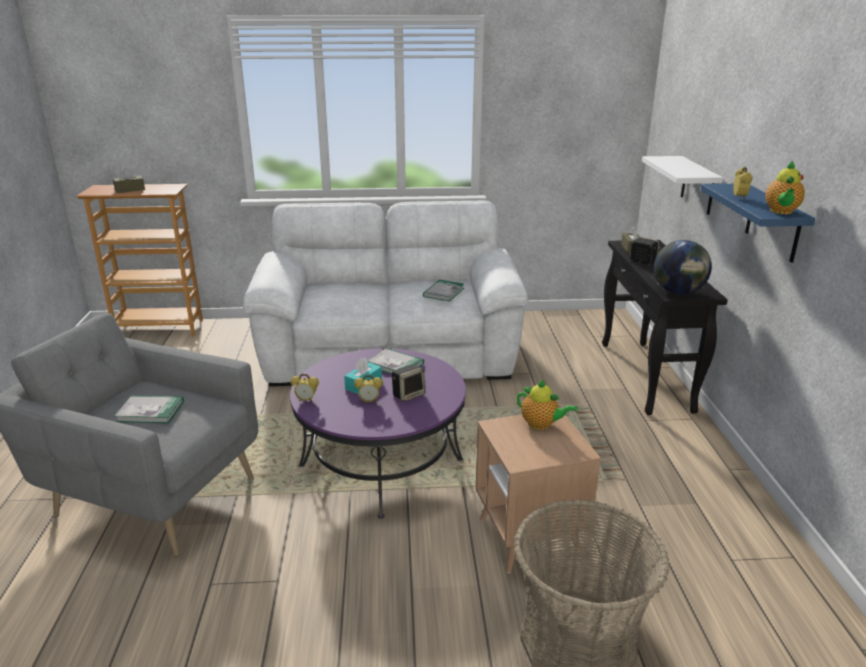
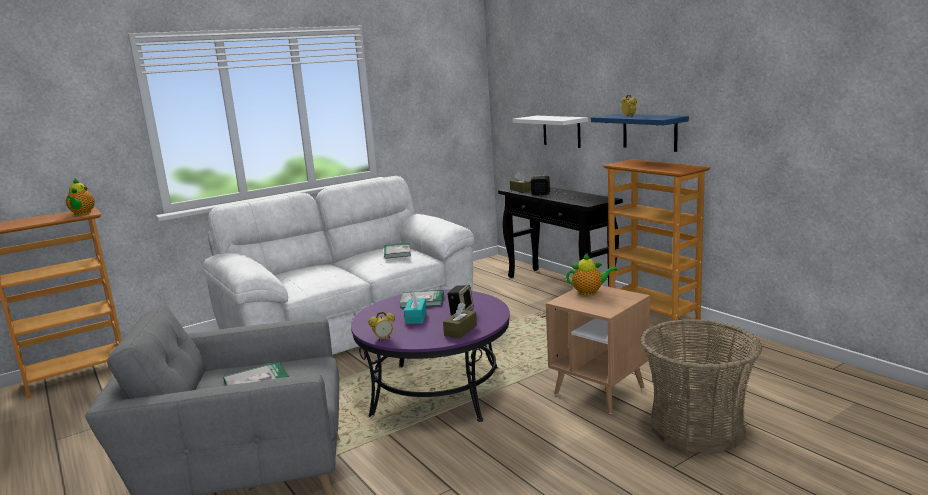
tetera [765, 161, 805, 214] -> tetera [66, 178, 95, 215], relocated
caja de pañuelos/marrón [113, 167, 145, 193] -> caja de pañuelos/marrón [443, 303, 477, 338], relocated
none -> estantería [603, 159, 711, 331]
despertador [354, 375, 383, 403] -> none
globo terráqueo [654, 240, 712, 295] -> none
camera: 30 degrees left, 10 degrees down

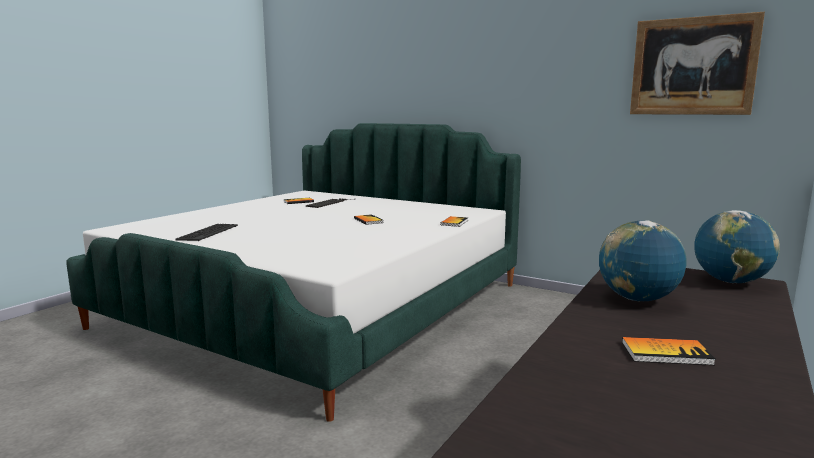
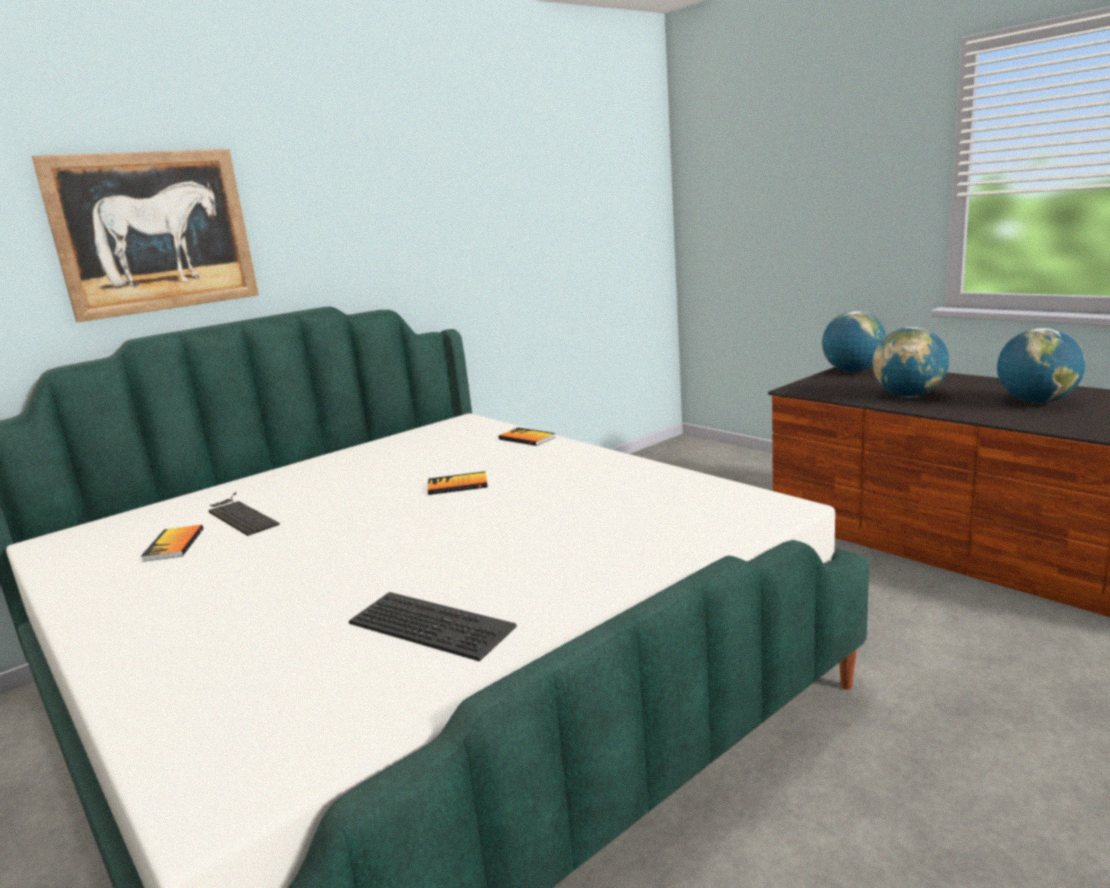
cuadro [630, 12, 765, 115] -> cuadro [31, 149, 259, 322], relocated
libro [622, 337, 716, 365] -> globo terráqueo [997, 328, 1085, 404]
camera: 70 degrees left, 5 degrees up

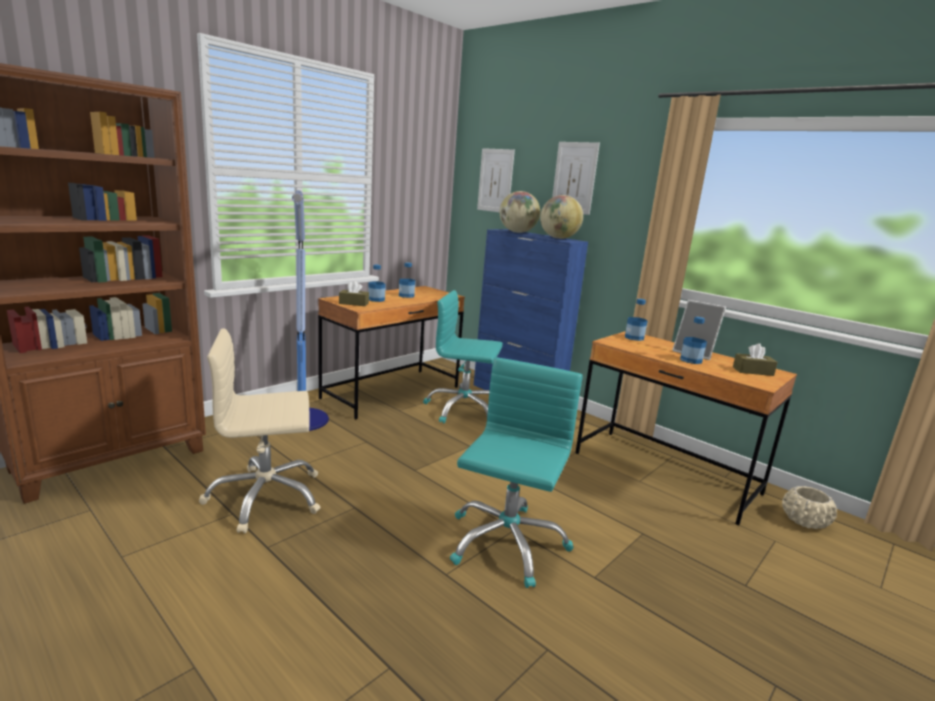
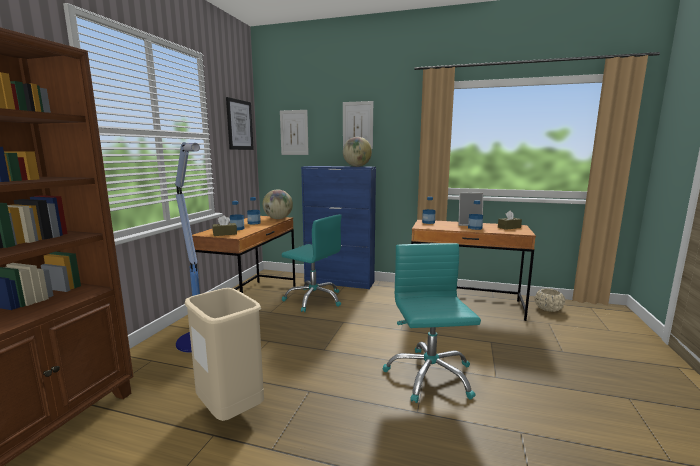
silla de oficina/beis [199, 328, 321, 533] -> papelera/beis [185, 288, 264, 421]
none -> cuadro [226, 97, 254, 150]
globo terráqueo [500, 191, 540, 233] -> globo terráqueo [263, 189, 293, 219], relocated
silla de oficina/turquesa [423, 290, 503, 423] -> silla de oficina/turquesa [282, 214, 341, 312], 135 degrees counterclockwise
camera: 25 degrees left, 5 degrees down

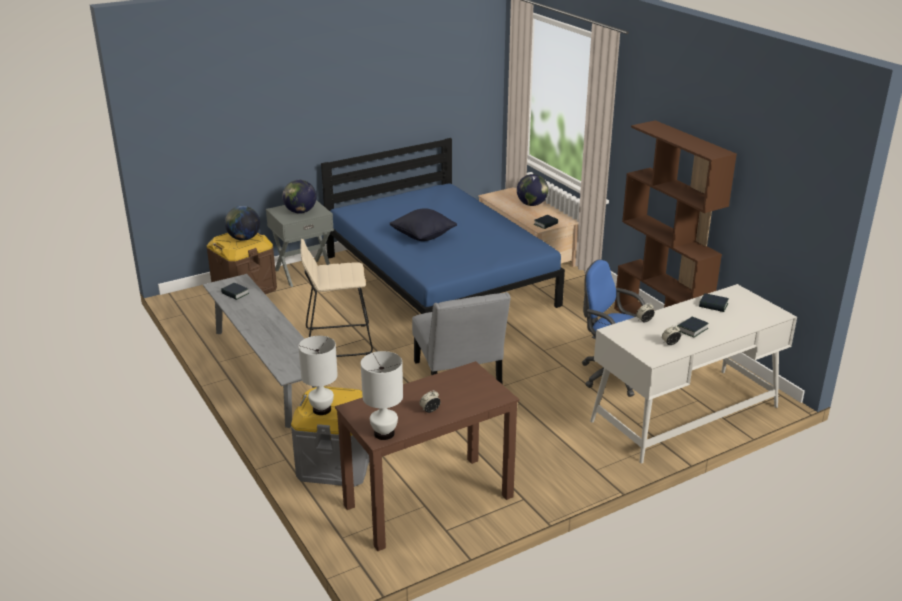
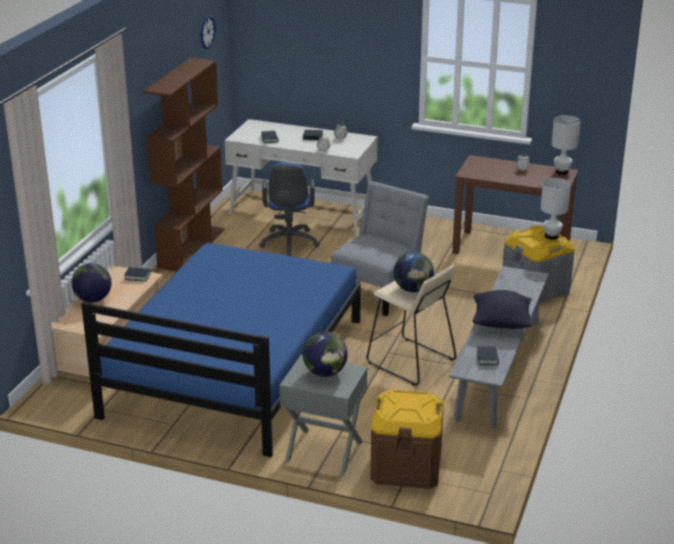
none -> reloj de pared [201, 16, 216, 49]
globo terráqueo [225, 206, 260, 241] -> globo terráqueo [394, 252, 434, 292], relocated
cojín/negro [390, 208, 457, 241] -> cojín/negro [473, 290, 532, 329], relocated
camera: 130 degrees left, 0 degrees up

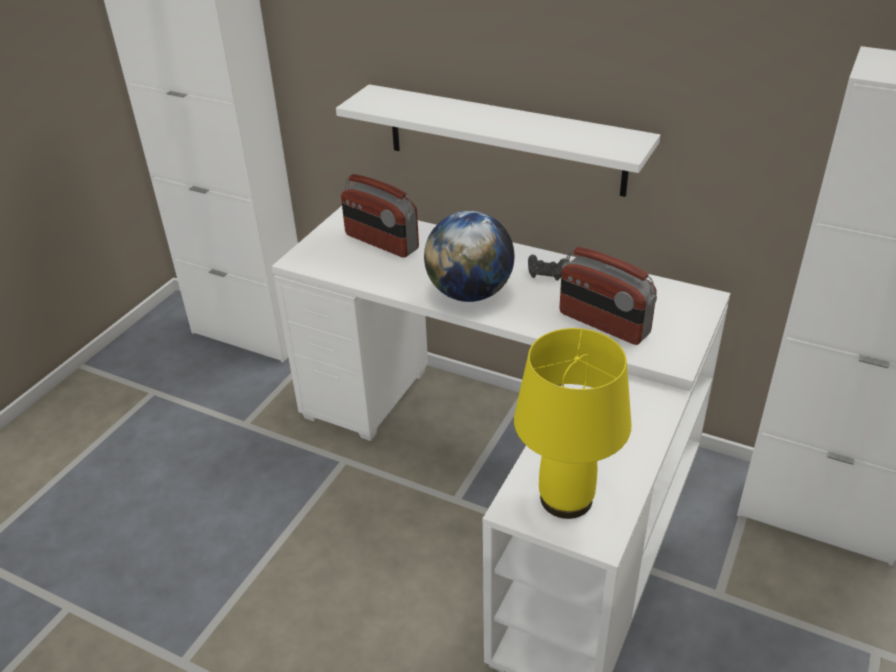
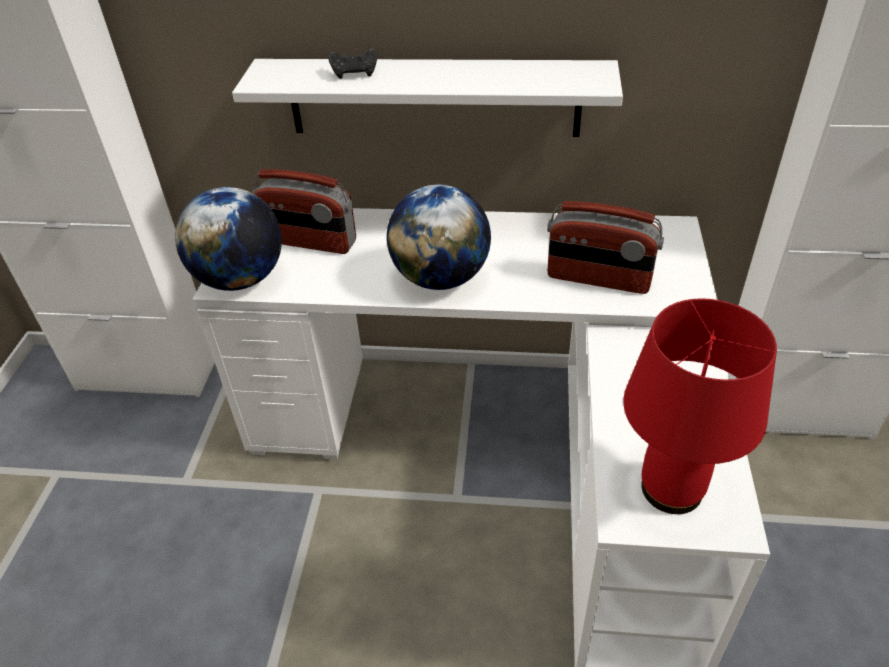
none -> globo terráqueo [175, 187, 282, 291]
mando de consola/negro [528, 254, 568, 281] -> mando de consola/negro [328, 49, 378, 79], relocated
lámpara de mesa/amarillo [514, 328, 631, 519] -> lámpara de mesa/rojo [623, 298, 777, 514]
camera: 20 degrees left, 5 degrees up

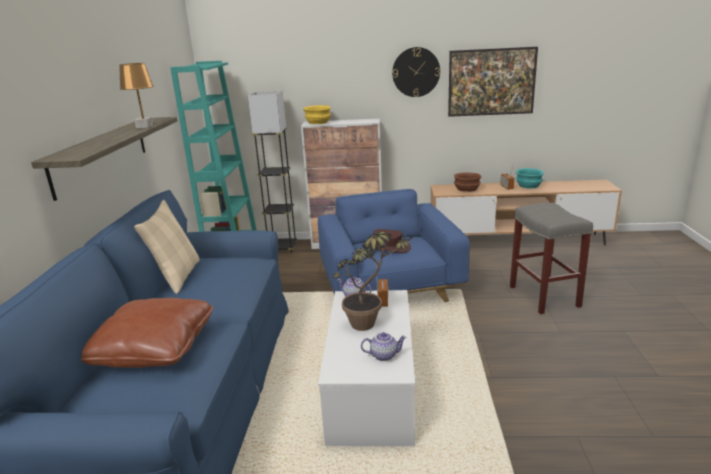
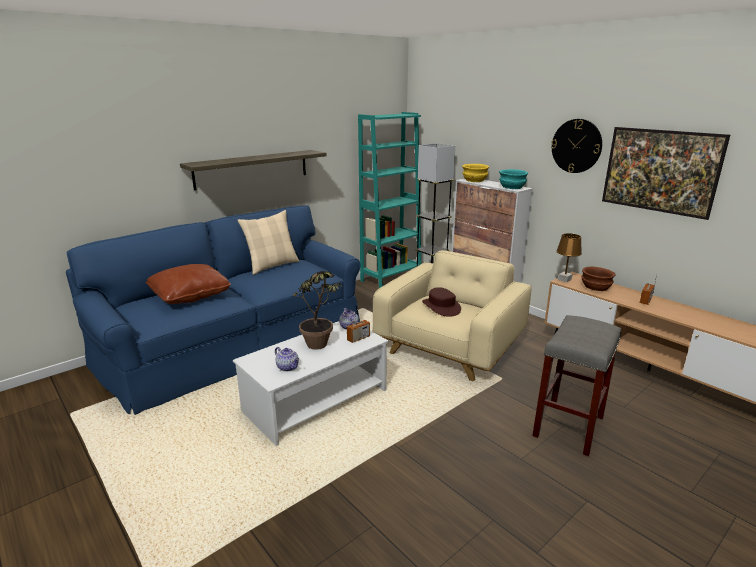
sillón/azul [318, 189, 470, 302] -> sillón/beis [372, 250, 532, 382]
cuenco/turquesa [516, 168, 544, 189] -> cuenco/turquesa [499, 169, 528, 189], relocated
lámpara de mesa/marrón [119, 63, 154, 128] -> lámpara de mesa/marrón [556, 233, 582, 282], relocated
camera: 45 degrees right, 0 degrees up

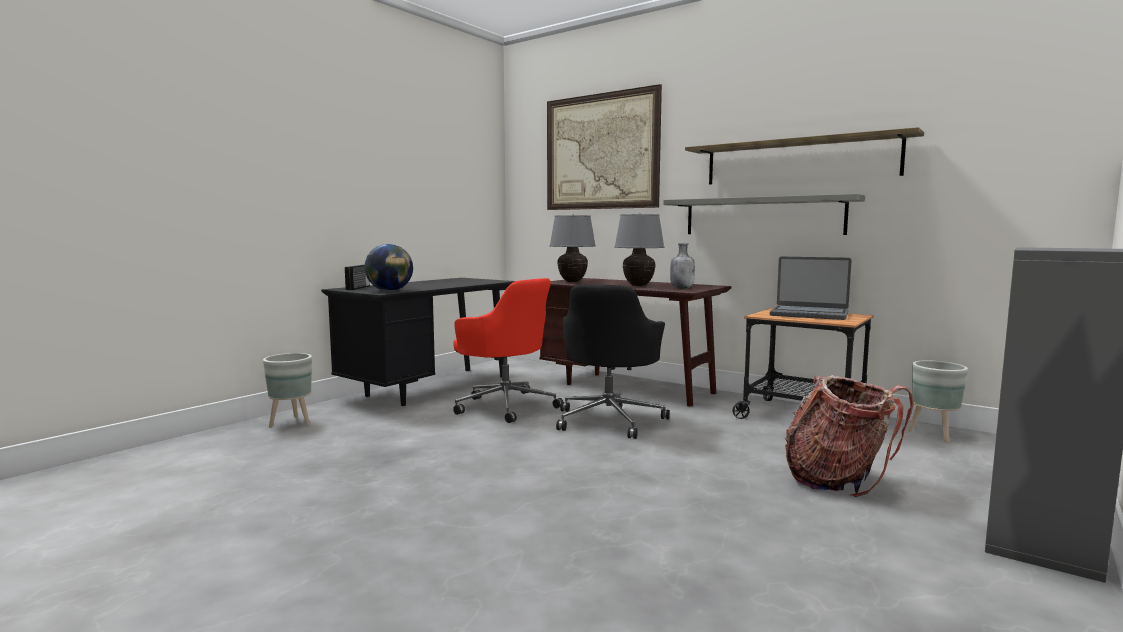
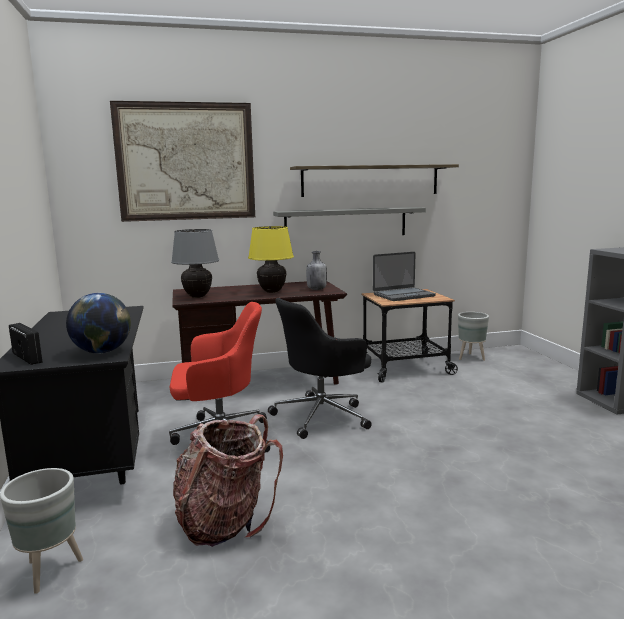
mochila [785, 375, 914, 497] -> mochila [173, 414, 283, 547], relocated
lámpara de mesa/gris [614, 213, 665, 286] -> lámpara de mesa/amarillo [248, 226, 294, 293]
silla de oficina/negro [556, 284, 670, 439] -> silla de oficina/negro [268, 298, 371, 439], 90 degrees clockwise
camera: 50 degrees left, 5 degrees up

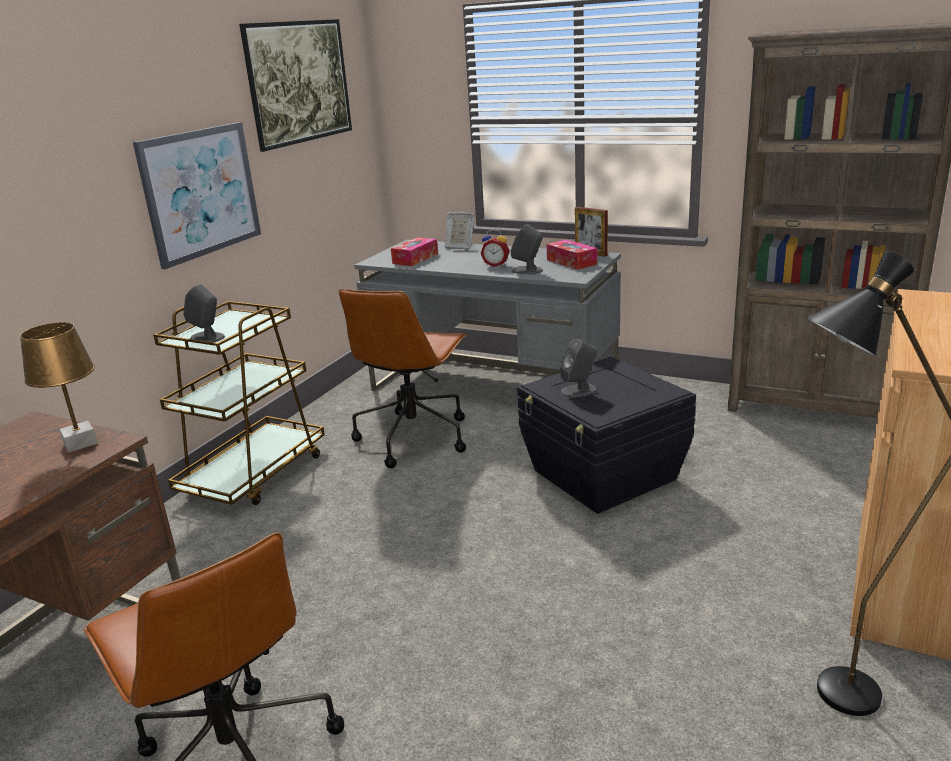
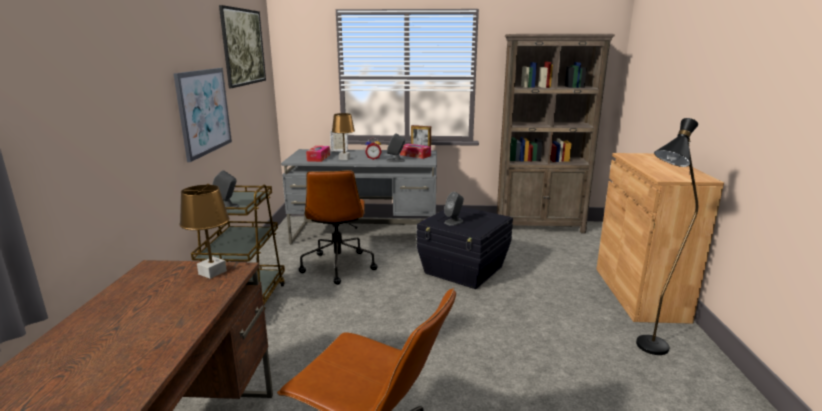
none -> lámpara de mesa/marrón [332, 113, 355, 160]
camera: 25 degrees left, 5 degrees down

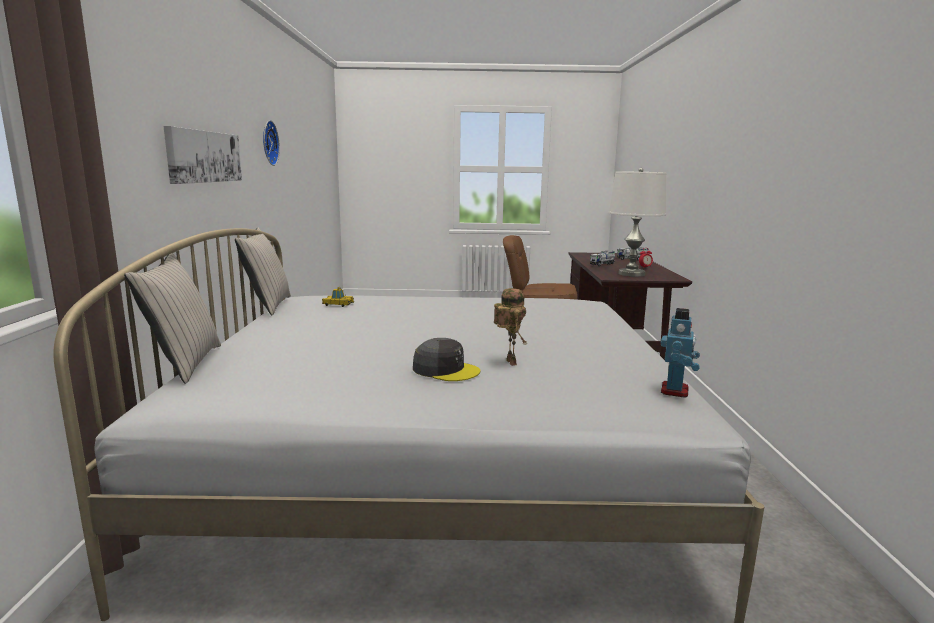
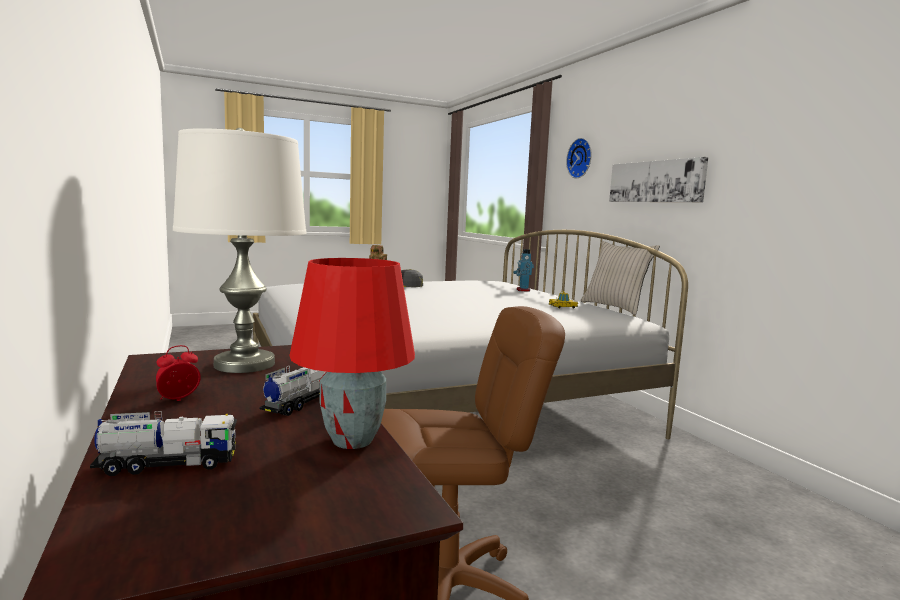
none -> lámpara de mesa/rojo [289, 258, 415, 449]
robot de juguete [661, 308, 700, 397] -> robot de juguete [513, 249, 534, 292], relocated
reloj de pared [263, 120, 280, 166] -> reloj de pared [566, 138, 592, 178], relocated
cojín/beis [124, 253, 221, 384] -> none
camera: 155 degrees right, 5 degrees down

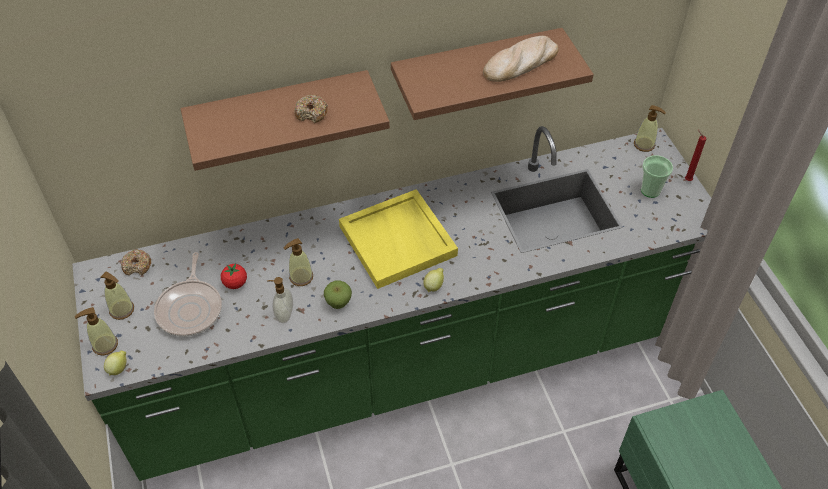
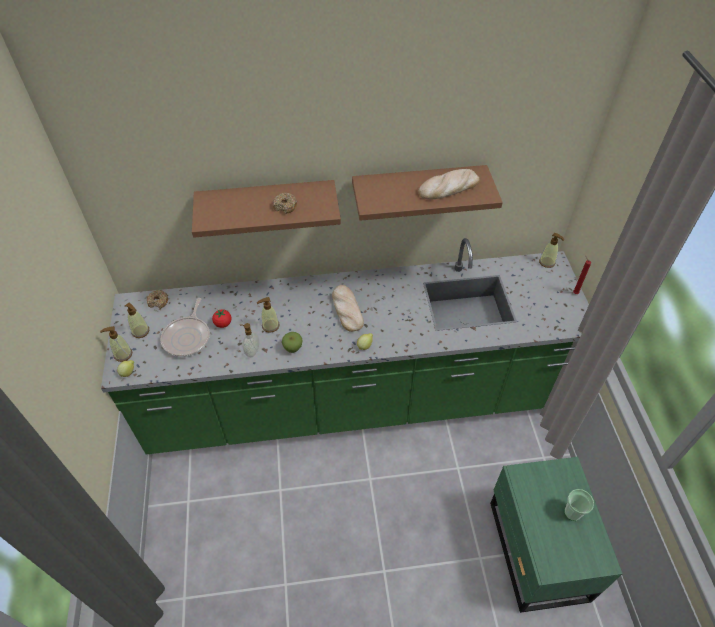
bandeja/amarillo [339, 189, 458, 289] -> pan [332, 285, 364, 332]
taza [641, 155, 673, 198] -> taza [564, 489, 594, 521], relocated
camera: 10 degrees right, 0 degrees up

